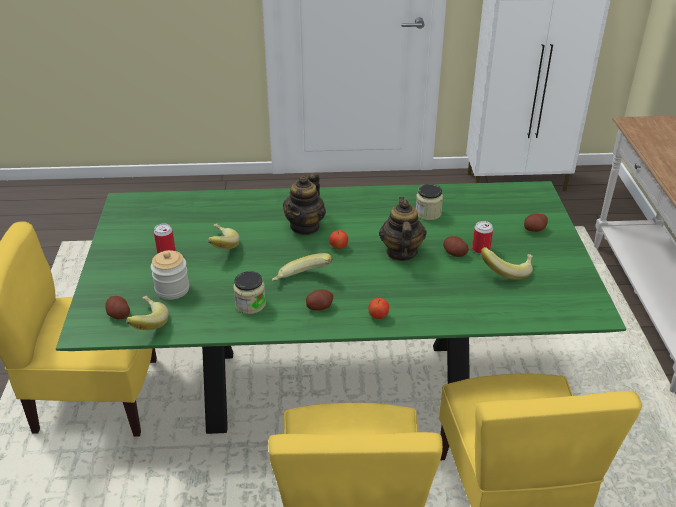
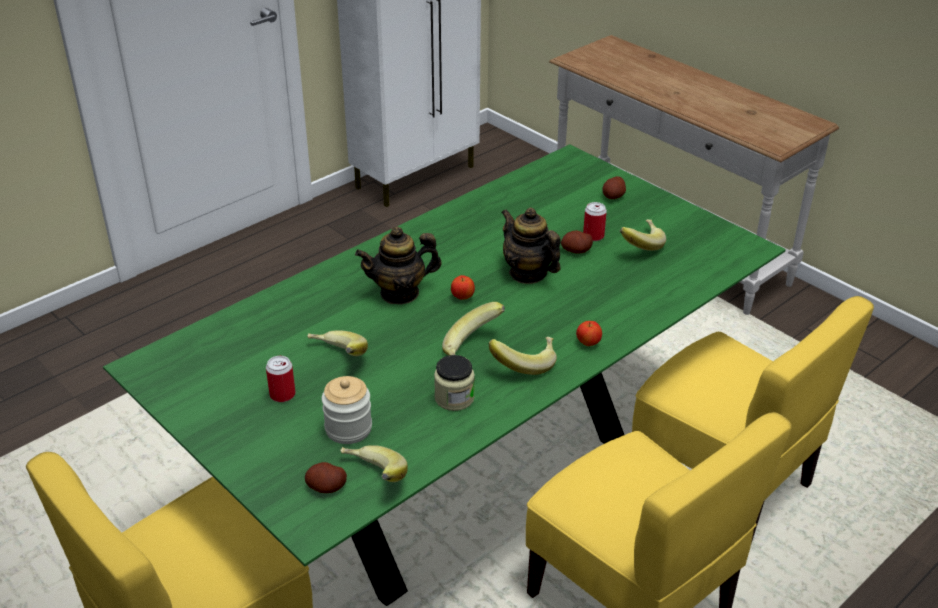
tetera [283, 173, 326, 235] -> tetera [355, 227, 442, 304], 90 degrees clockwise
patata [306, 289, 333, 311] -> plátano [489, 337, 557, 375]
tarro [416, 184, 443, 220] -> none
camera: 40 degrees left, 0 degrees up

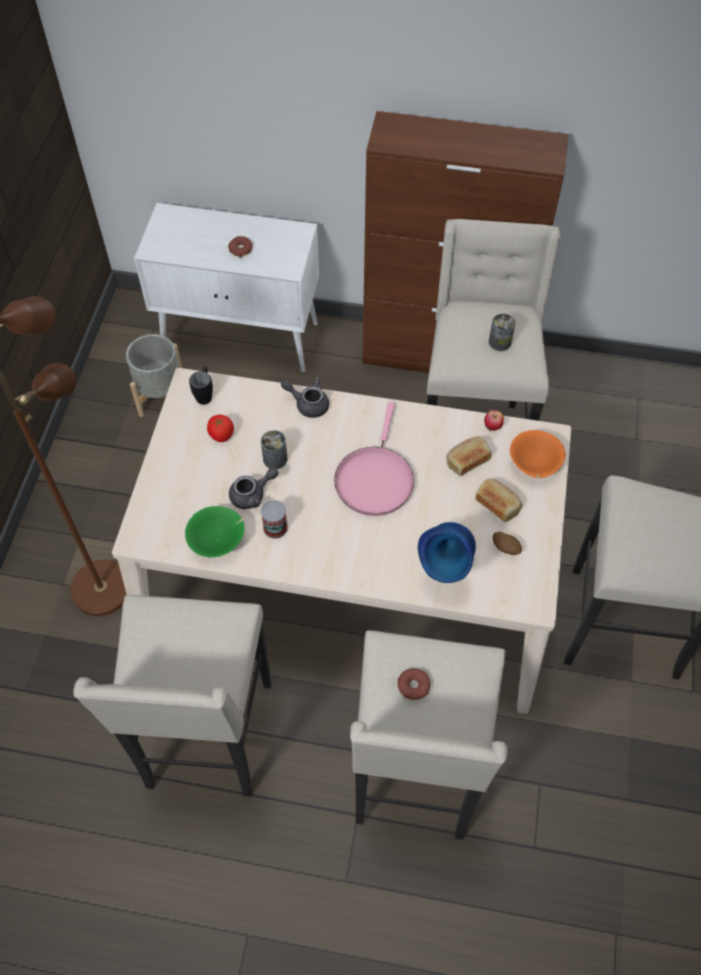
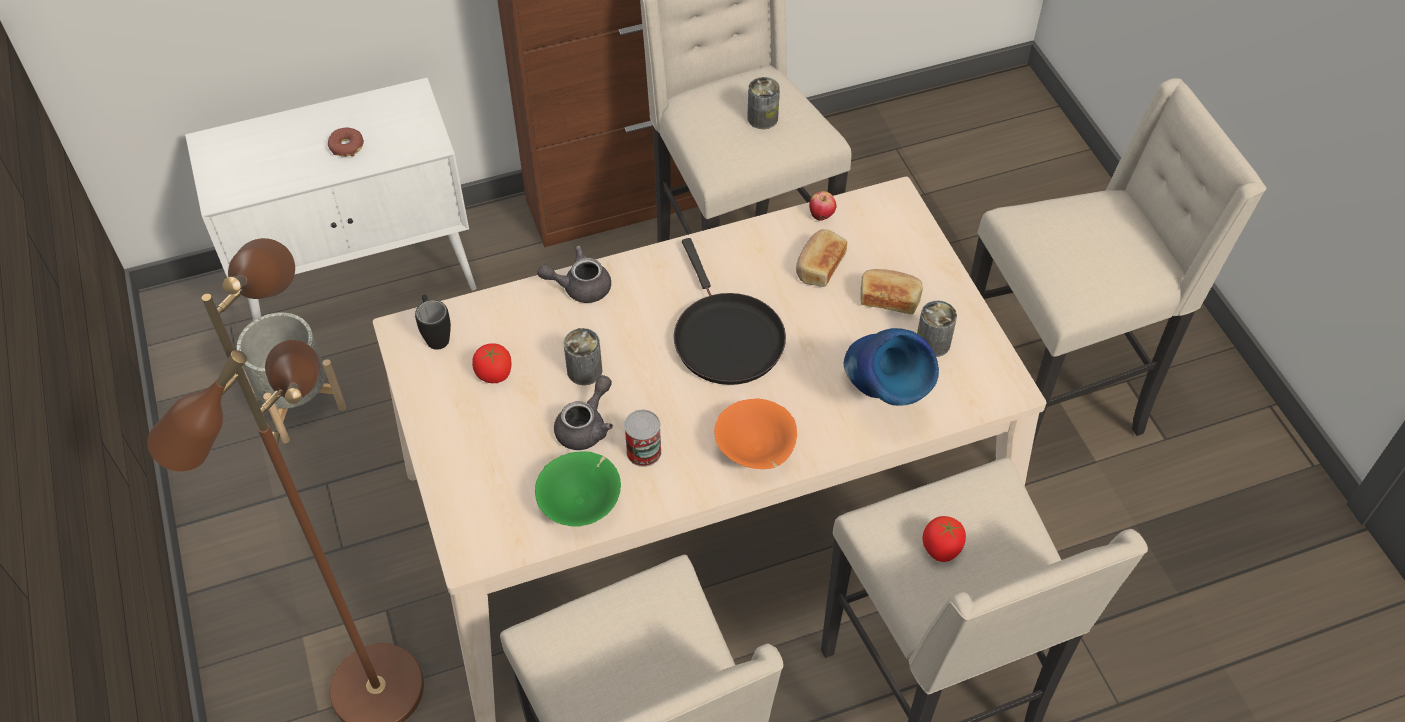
sartén/rosa [334, 402, 414, 516] -> sartén/negro [674, 238, 786, 385]
cuenco/naranja [510, 430, 566, 478] -> cuenco/naranja [714, 399, 797, 469], relocated
patata [493, 532, 522, 555] -> lata [917, 300, 957, 357]
rosquilla [397, 668, 431, 700] -> tomate [923, 516, 966, 562]
camera: 30 degrees left, 5 degrees down

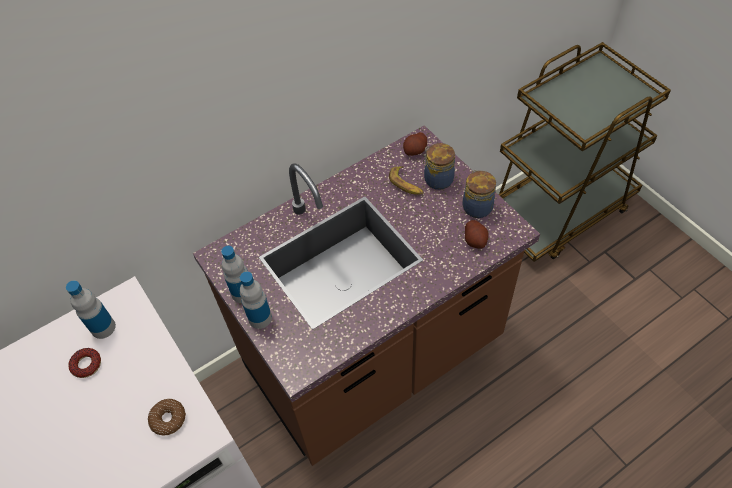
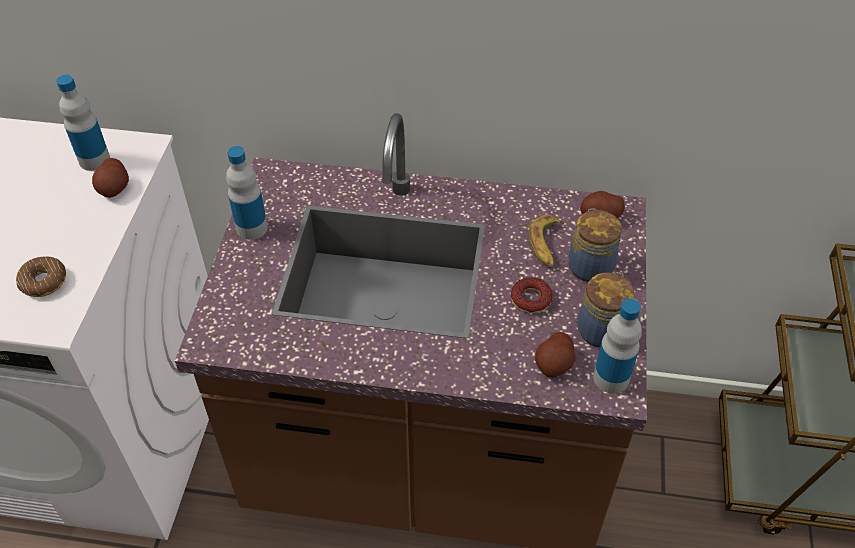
none -> patata [92, 158, 129, 198]
rosquilla [68, 348, 101, 378] -> rosquilla [511, 277, 553, 313], relocated
botella [240, 272, 272, 329] -> botella [593, 298, 642, 394], relocated
camera: 40 degrees right, 5 degrees down

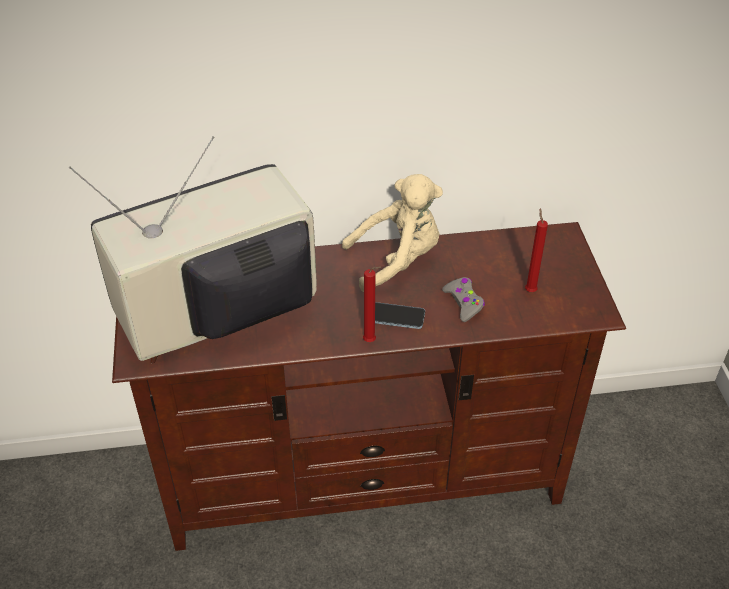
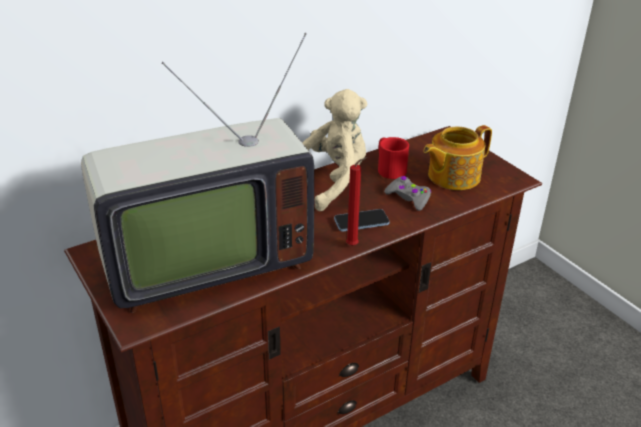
televisor [69, 136, 317, 364] -> televisor [81, 33, 314, 313], 150 degrees counterclockwise
none -> taza grande/rojo [378, 137, 409, 179]
vela/rojo [525, 208, 548, 292] -> tetera [423, 125, 492, 190]
camera: 25 degrees left, 10 degrees down

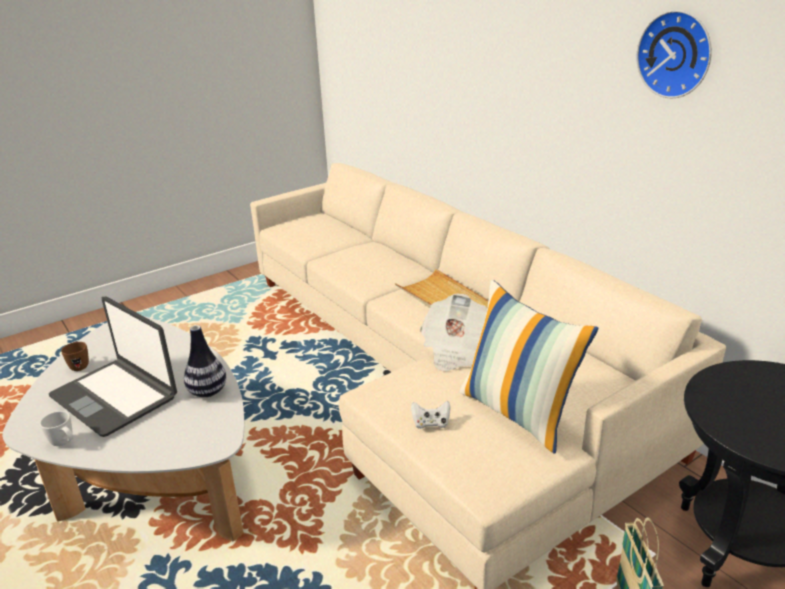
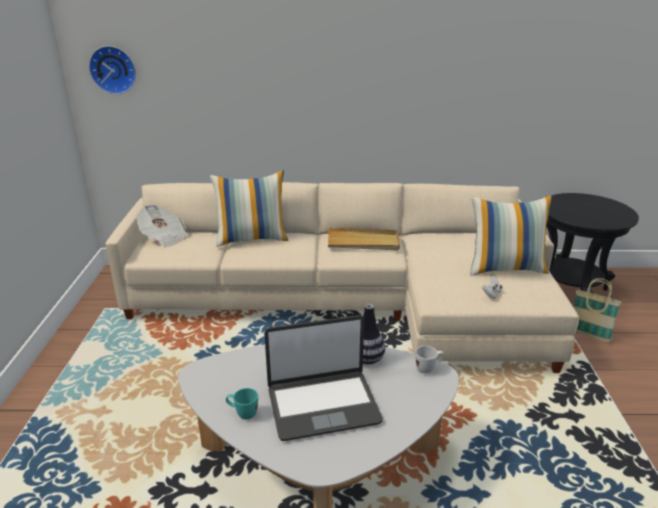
reloj de pared [636, 10, 712, 98] -> reloj de pared [89, 46, 136, 94], relocated
periódico [420, 293, 487, 371] -> periódico [136, 204, 188, 247], relocated
none -> cojín [210, 170, 288, 247]
taza grande/marrón [61, 342, 89, 371] -> taza grande/turquesa [226, 388, 258, 420]
taza grande/blanco [40, 411, 73, 446] -> taza grande/blanco [416, 346, 445, 374], relocated
camera: 55 degrees left, 0 degrees up

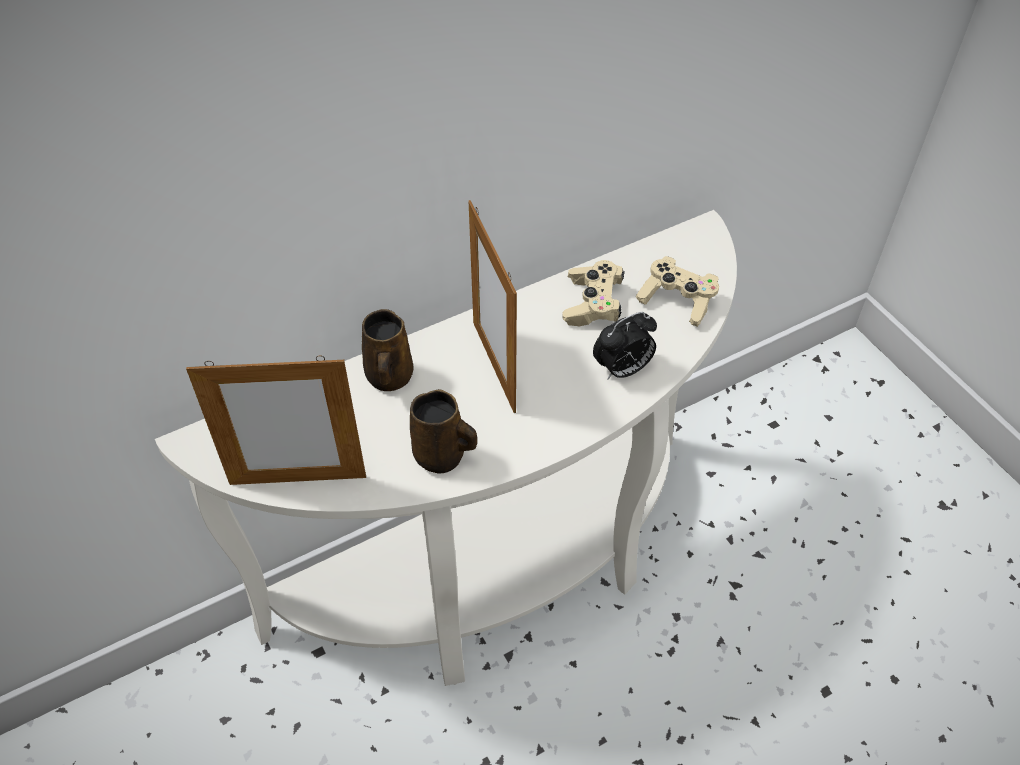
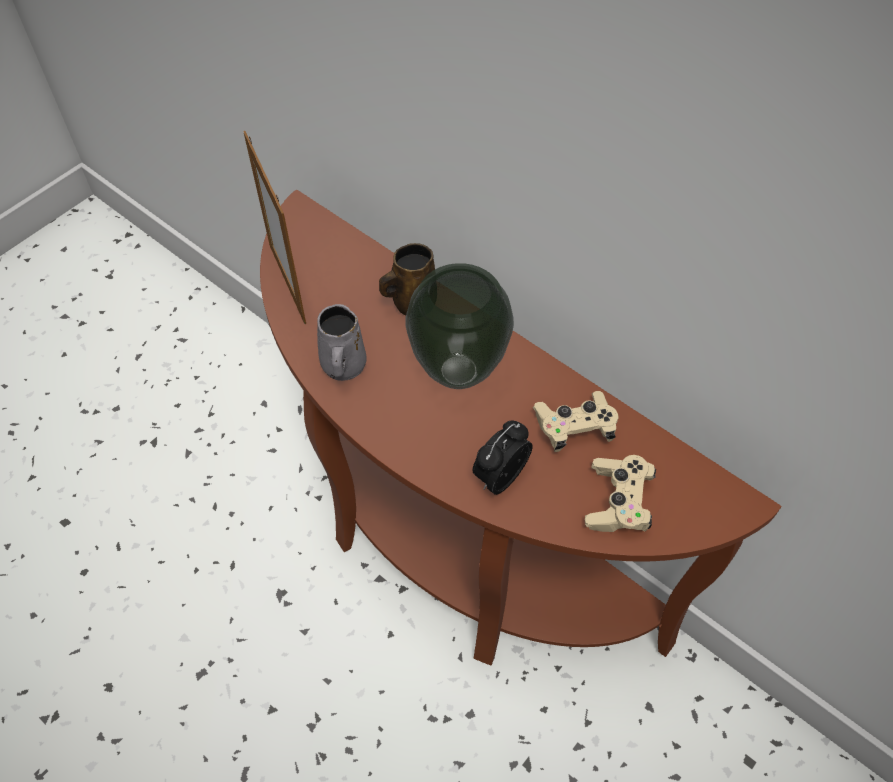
mesa consola/blanco [155, 210, 737, 686] -> mesa consola/marrón [260, 189, 782, 666]
taza grande/marrón [410, 389, 477, 473] -> taza grande/gris [317, 304, 367, 381]
portarretratos [468, 200, 517, 413] -> florero [405, 263, 514, 389]
despertador [593, 312, 657, 380] -> despertador [472, 421, 533, 495], 90 degrees clockwise
camera: 70 degrees right, 5 degrees up

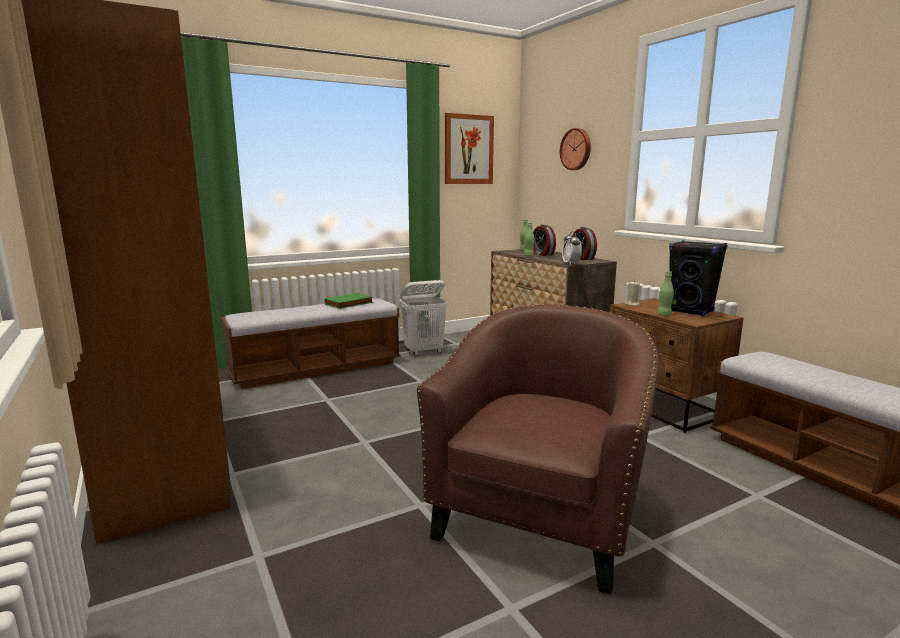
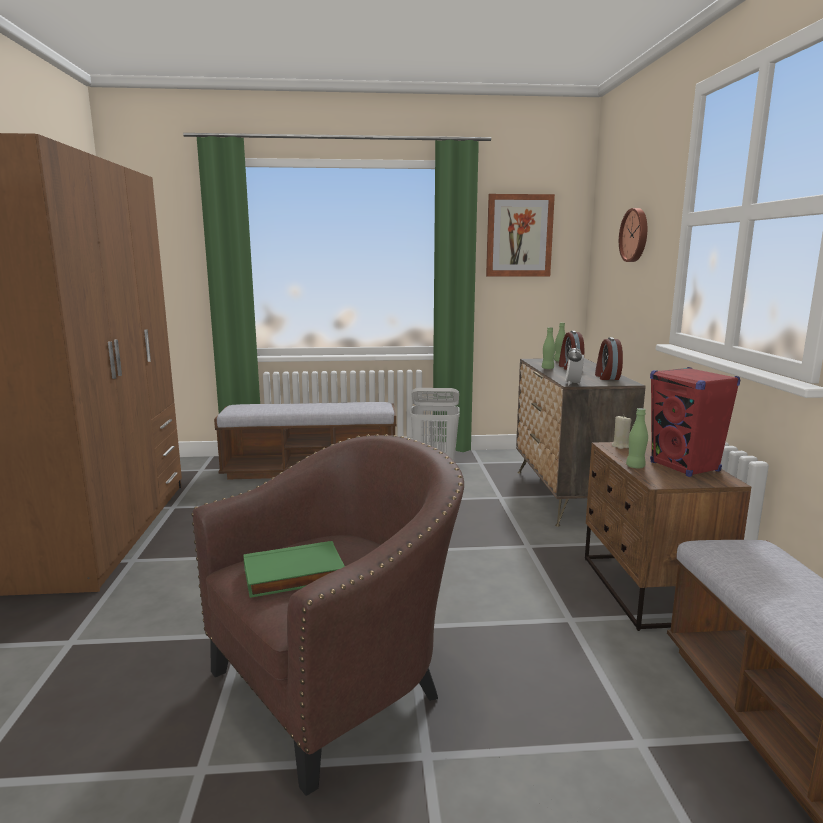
libro/verde [324, 293, 374, 309] -> libro/verde [243, 541, 345, 598], relocated
altavoz/negro [669, 240, 728, 317] -> altavoz/rojo [650, 367, 741, 477]
camera: 25 degrees right, 0 degrees up

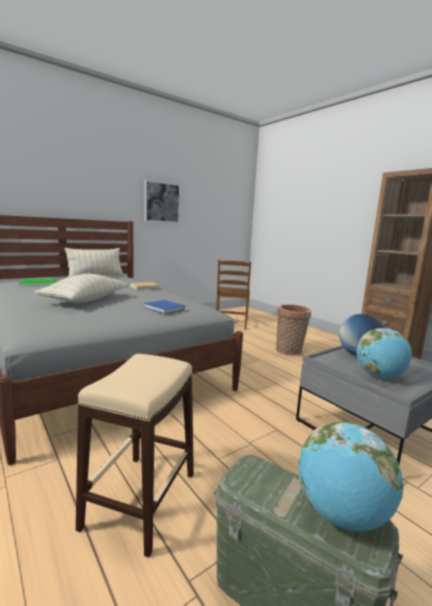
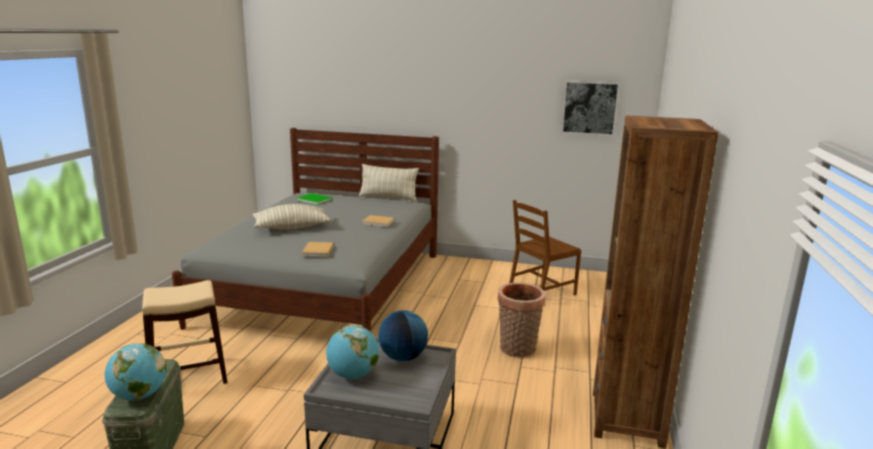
libro/azul [143, 300, 185, 314] -> libro/beis [302, 242, 334, 257]
cuadro [144, 180, 181, 223] -> cuadro [561, 80, 620, 136], relocated
camera: 50 degrees right, 5 degrees up

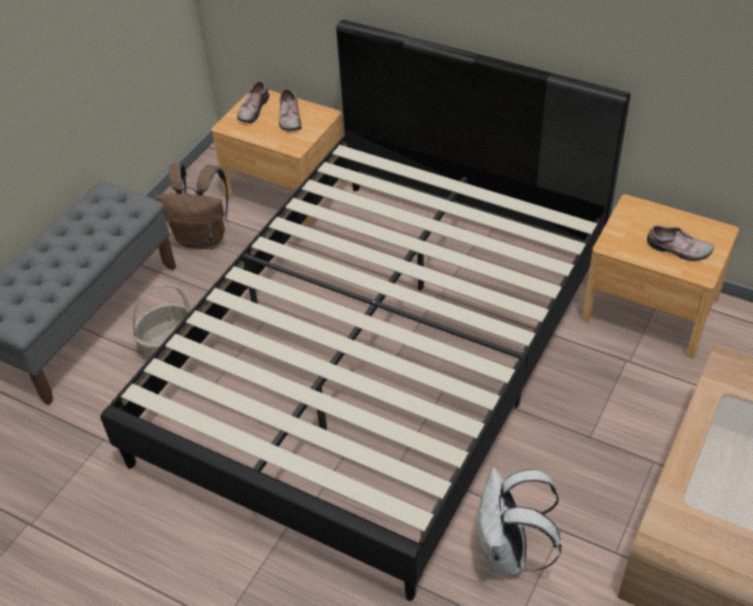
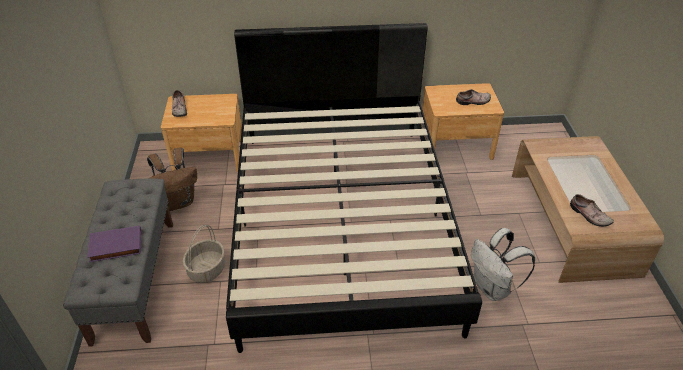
none -> libro/morado [87, 226, 141, 262]
zapato [279, 89, 302, 131] -> zapato [570, 194, 614, 227], relocated
camera: 35 degrees left, 5 degrees down

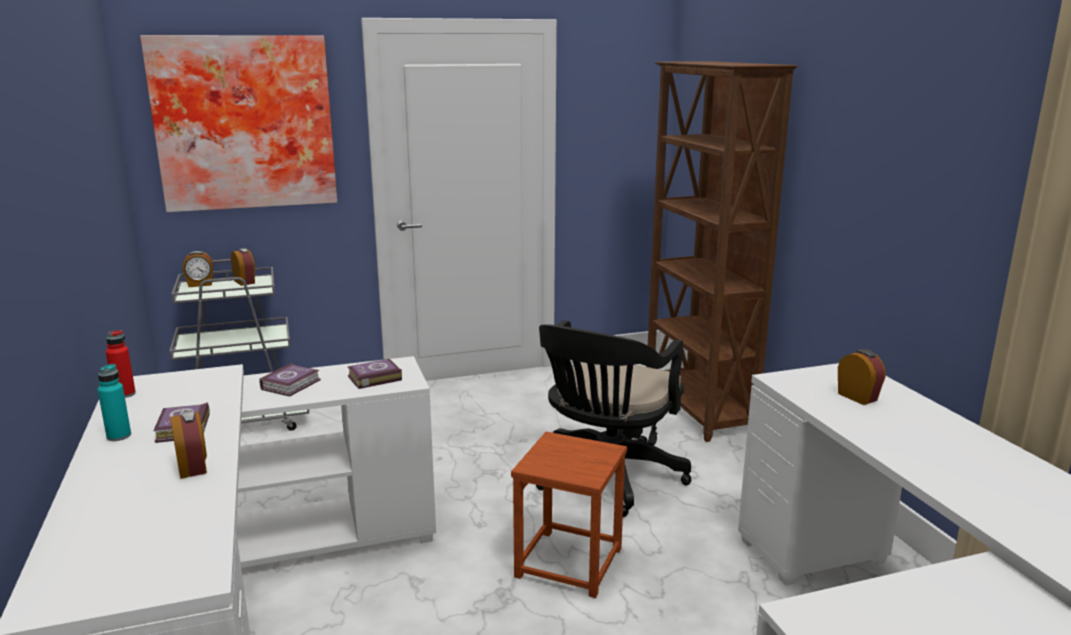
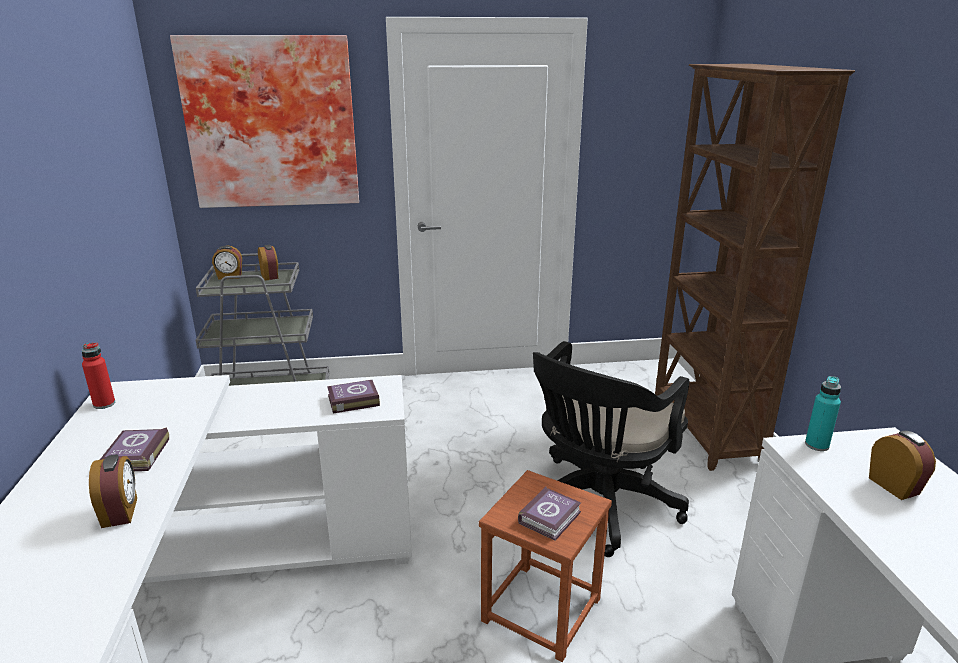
libro [260, 363, 321, 397] -> libro [518, 487, 581, 541], relocated
botella/turquesa [98, 364, 131, 441] -> botella/turquesa [805, 376, 841, 451], relocated
camera: 10 degrees right, 5 degrees up

